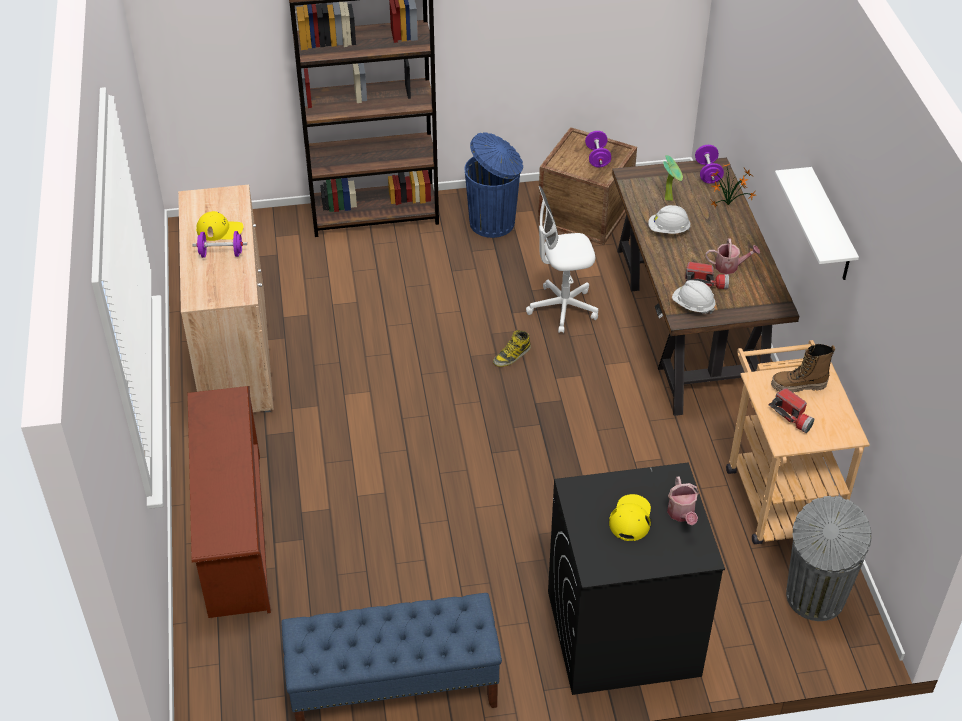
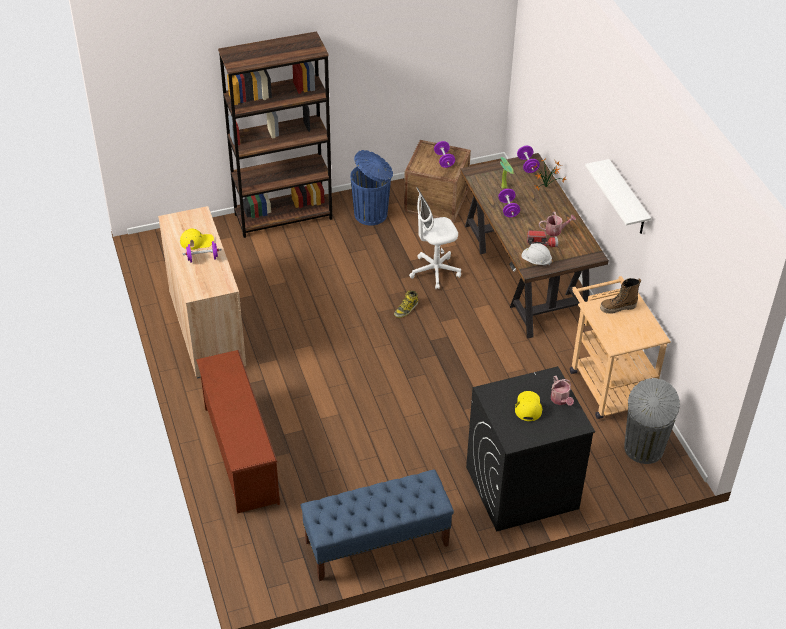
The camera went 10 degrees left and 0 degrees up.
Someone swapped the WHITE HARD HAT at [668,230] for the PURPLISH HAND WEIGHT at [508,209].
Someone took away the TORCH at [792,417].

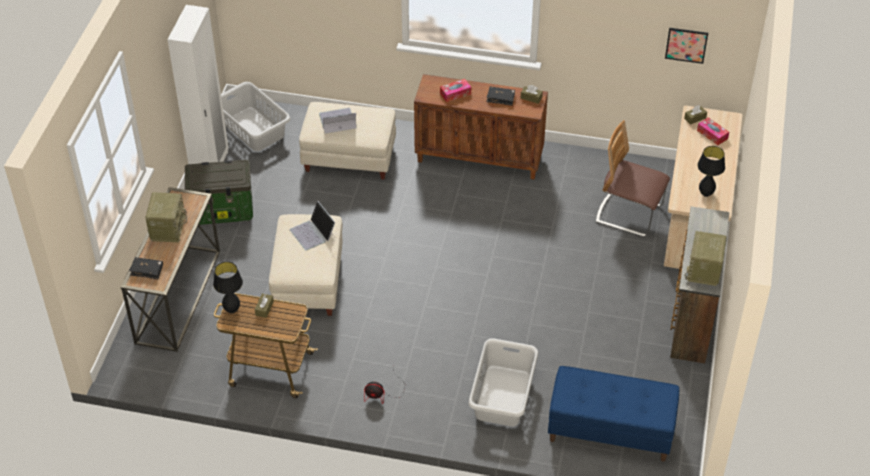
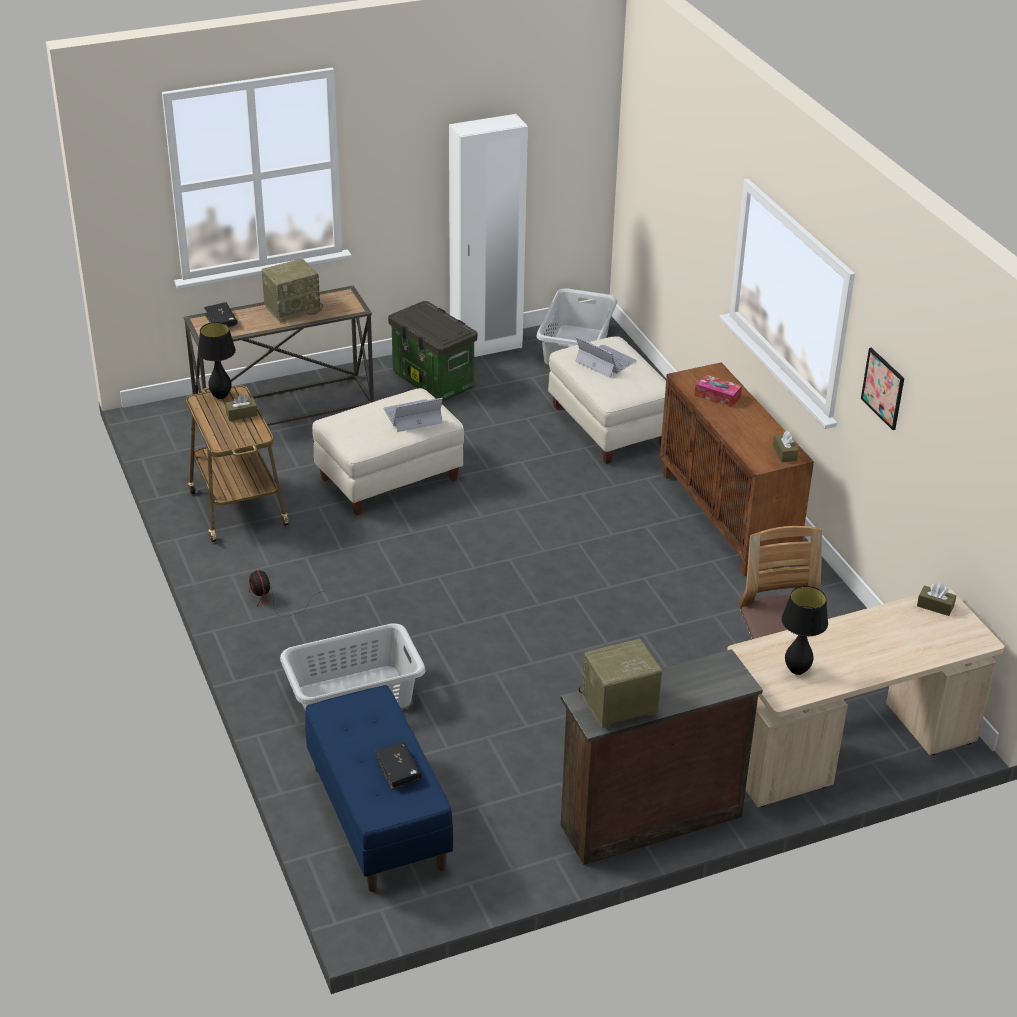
The camera went 55 degrees right and 10 degrees down.
Someone rotated the PORTABLE COMPUTER at [313,233] by 45 degrees clockwise.
Someone carried the BLACKISH BOUND BOOK from [500,98] to [398,770].
Someone carried the WALL PICTURE from [686,45] to [883,388].
Someone took away the TISSUE HOLDER at [712,134].

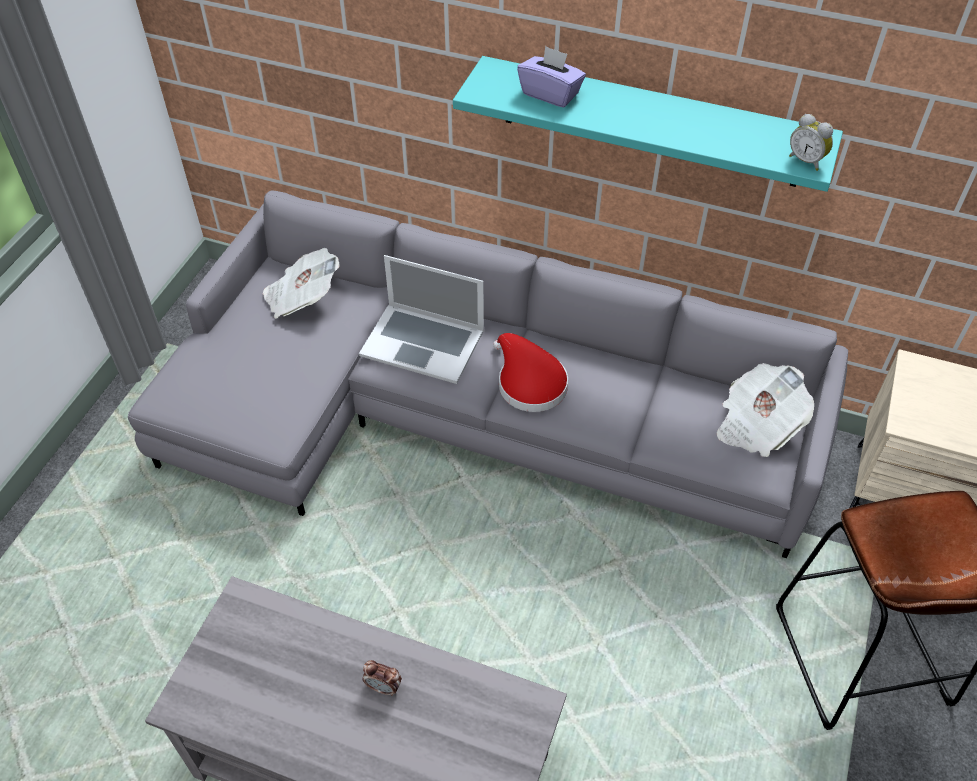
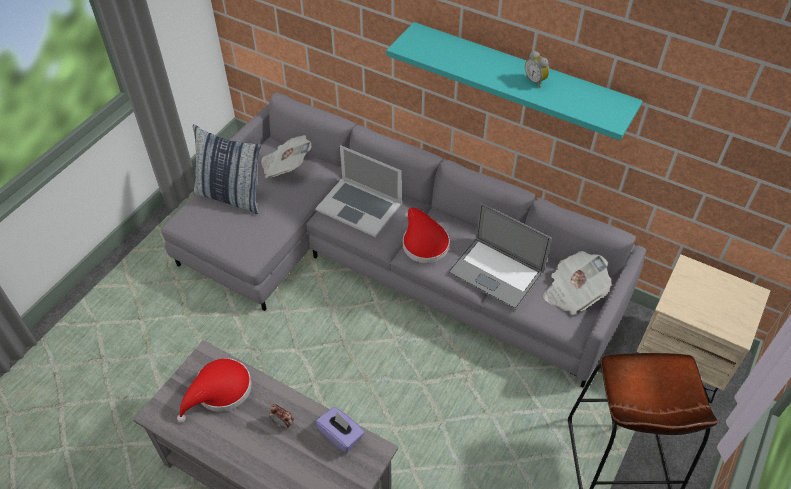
The camera went 10 degrees right and 0 degrees up.
Someone carried the PURPLISH TISSUE HOLDER from [550,94] to [341,435].
Someone carried the TABLE CLOCK from [806,160] to [536,81].
Someone put down the RED HAT at [219,391].
Someone put down the PILLOW at [231,196].
Someone put down the PORTABLE COMPUTER at [495,273].

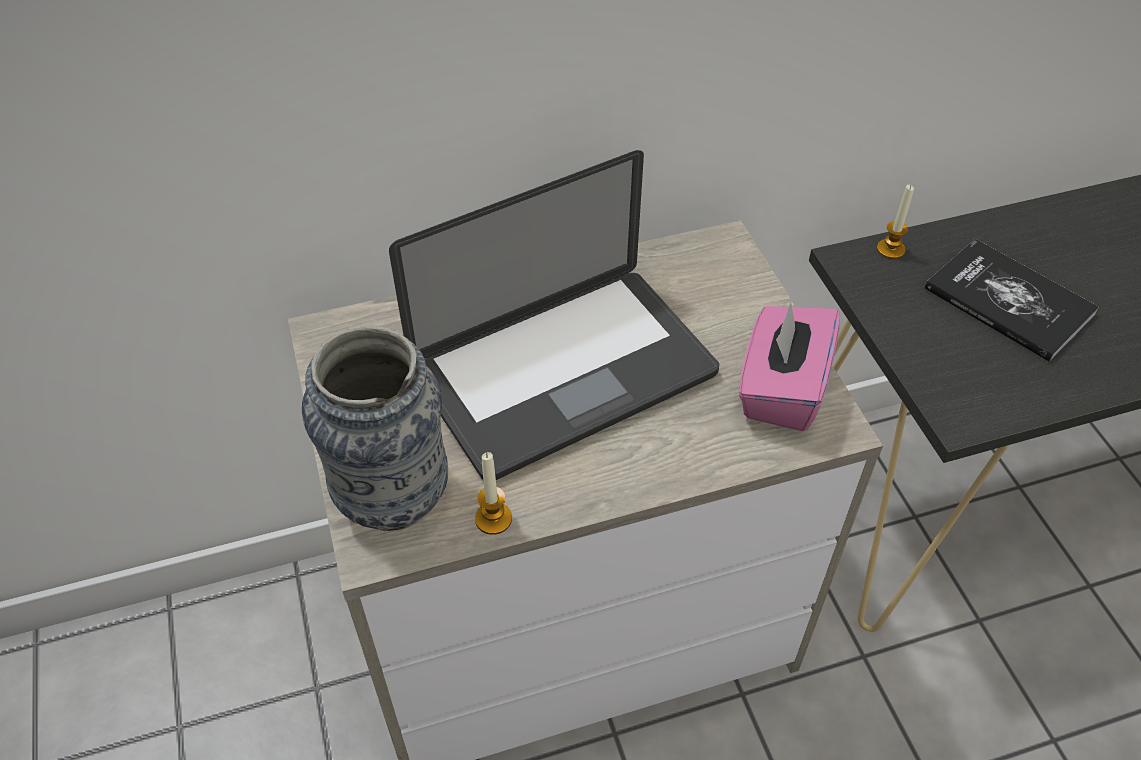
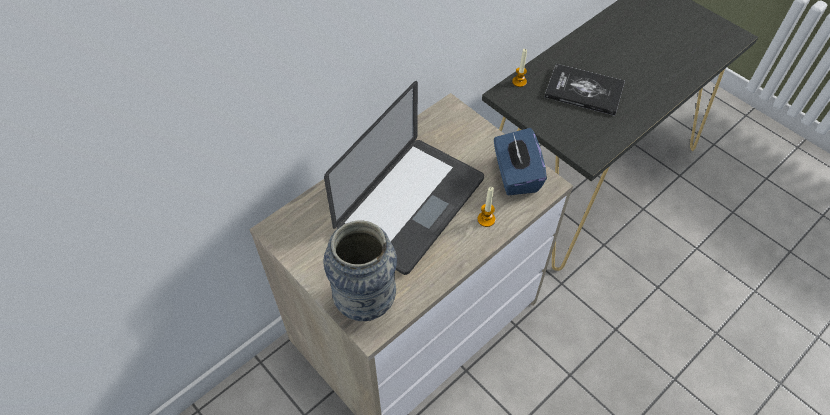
The camera went 25 degrees left and 5 degrees up.
Someone carried the WAX LIGHT from [493,519] to [486,219].
Someone repainted the PINK-COLOURED TISSUE HOLDER at [781,389], which became the BLUE TISSUE HOLDER at [515,175].

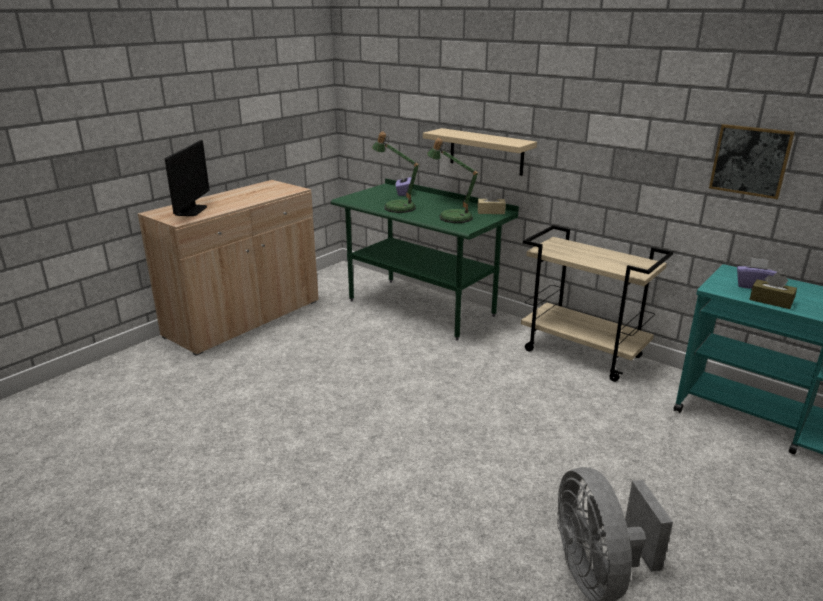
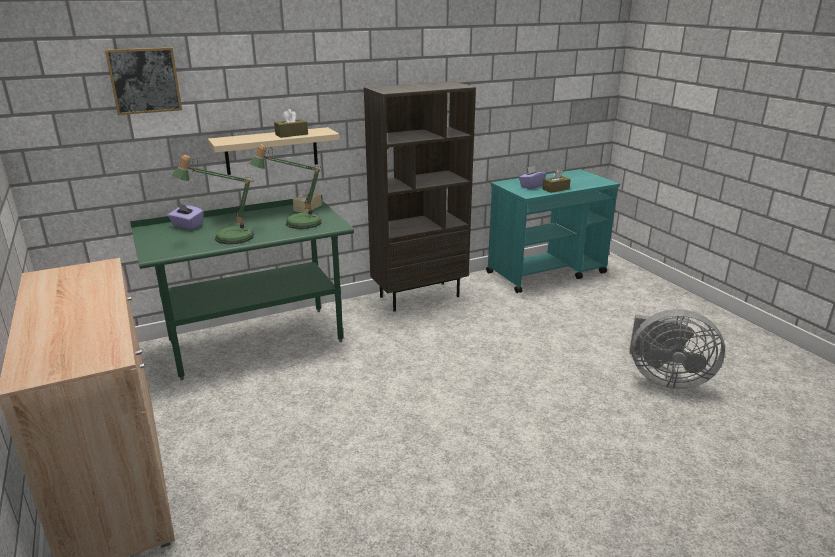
The camera went 65 degrees left and 0 degrees up.
Someone took away the COMPUTER DISPLAY at [191,210].
Someone swapped the SAND-COLOURED CART at [583,353] for the BROWN-COLOURED BOOKSHELF at [419,296].
Someone carried the WALL PICTURE from [750,160] to [144,80].
Someone put down the BROWN-COLOURED TISSUE HOLDER at [291,134].

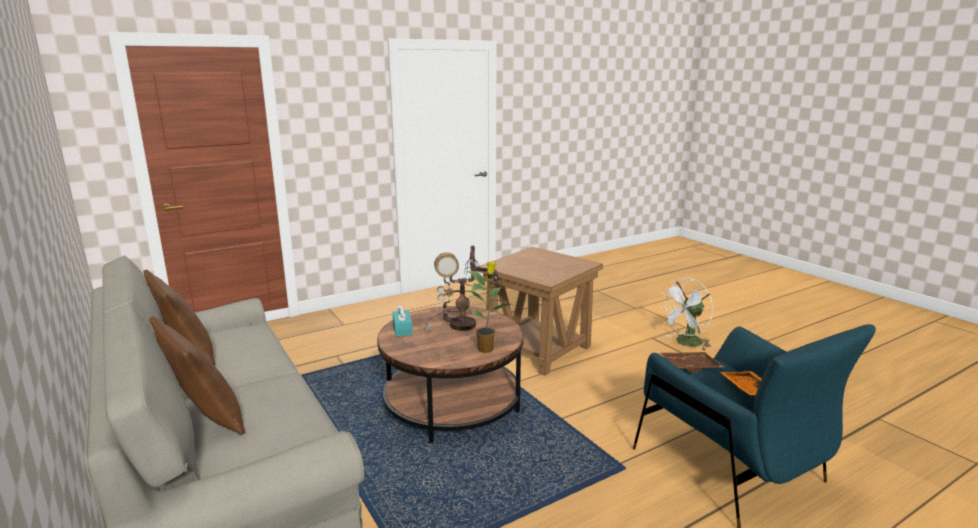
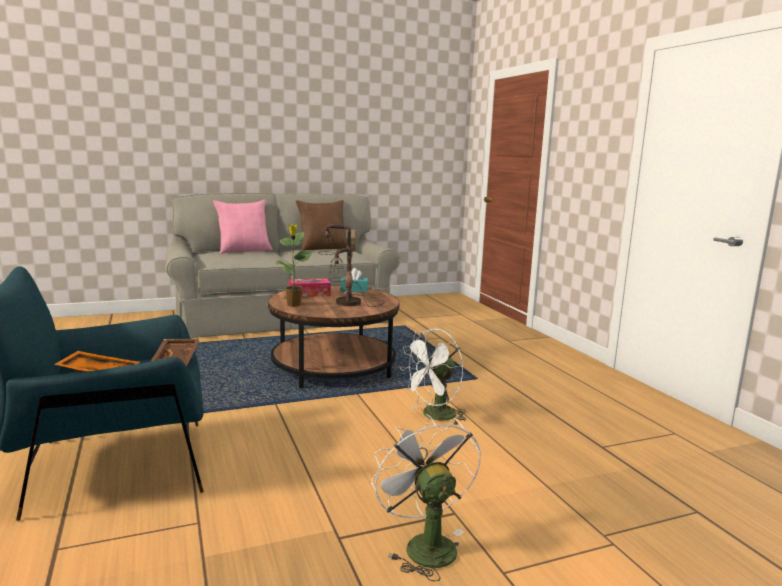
The camera went 100 degrees right and 5 degrees down.
Someone repainted the BROWN-COLOURED PILLOW at [205,418], which became the PINK-COLOURED PILLOW at [244,251].
Someone swapped the BROWN-COLOURED ACCENT TABLE at [538,348] for the WHITE ELECTRIC FAN at [434,416].
Someone put down the TISSUE HOLDER at [309,294].

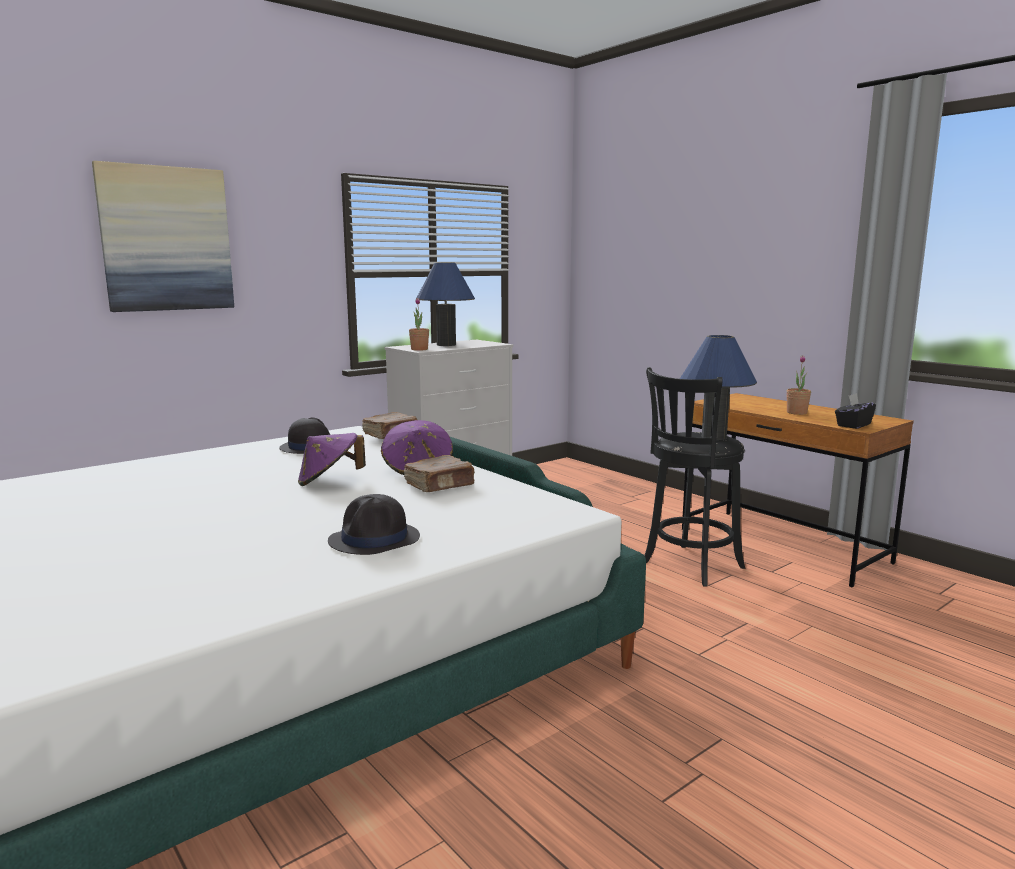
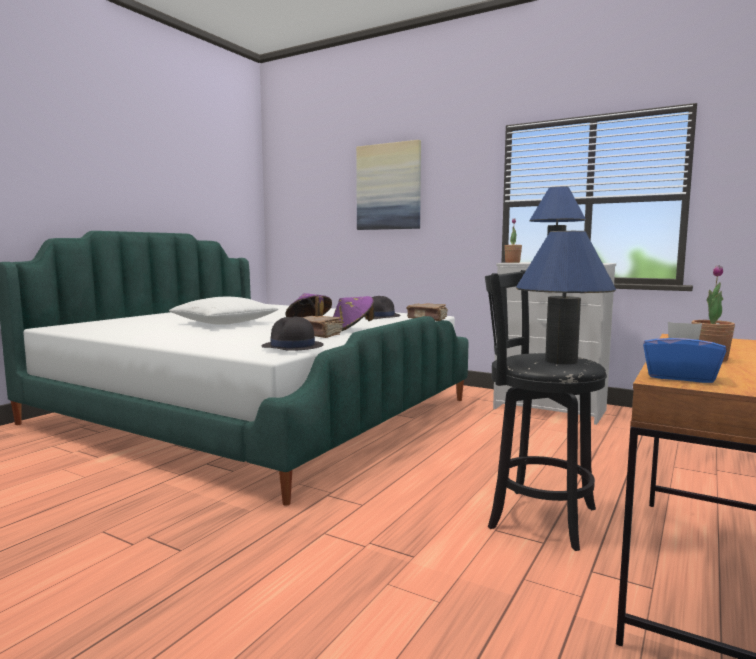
The camera went 70 degrees right and 5 degrees down.
Someone carried the BLACKISH HAT from [375,540] to [292,347].
Someone repainted the BLACKISH TISSUE HOLDER at [853,425], which became the BLUE TISSUE HOLDER at [680,377].
Someone put down the WHITE PILLOW at [224,323].

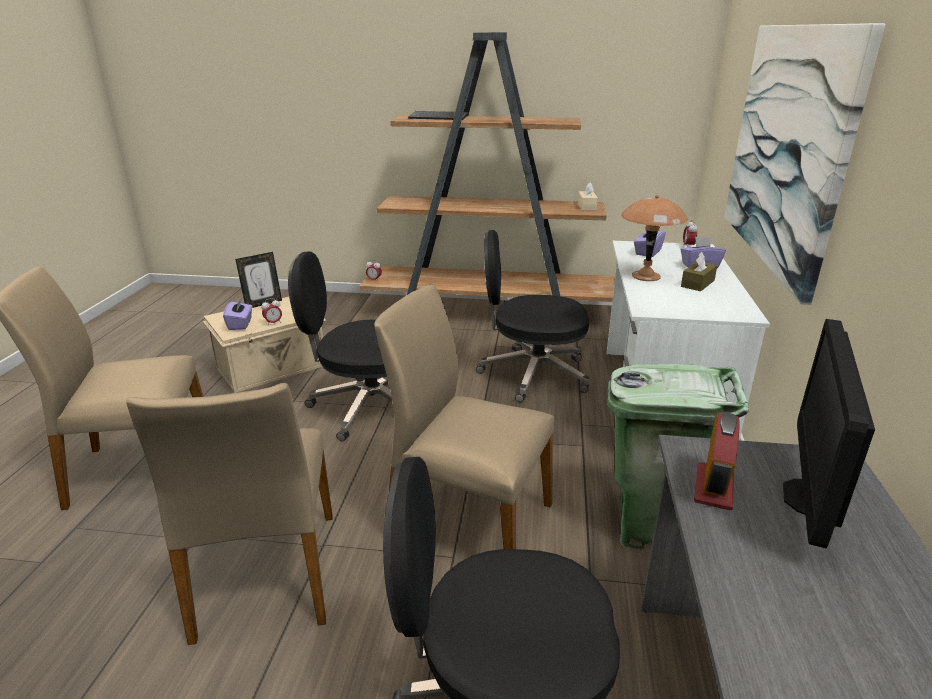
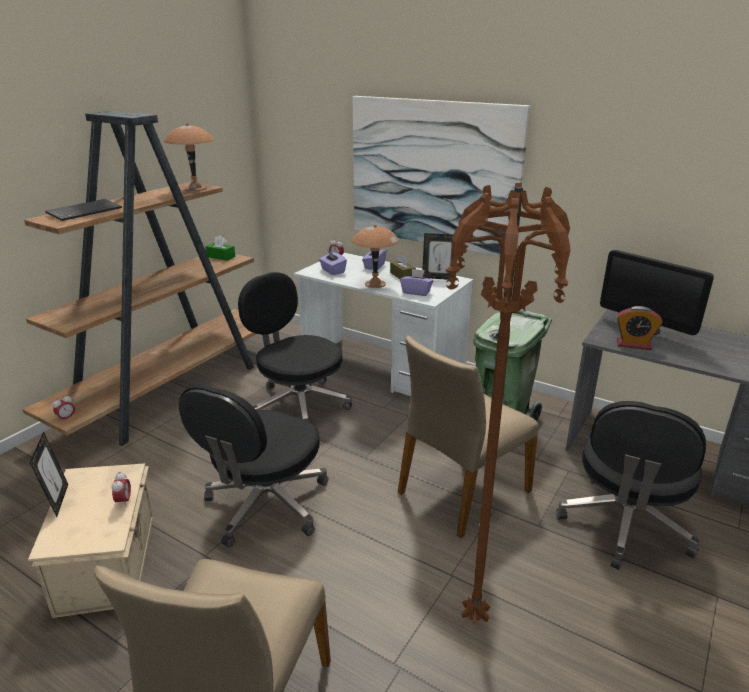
The camera went 65 degrees left and 0 degrees up.
Someone swapped the SAND-COLOURED CHAIR at [265,575] for the BROWN-COLOURED STANDARD LAMP at [472,618].
Someone carried the PURPLISH TISSUE HOLDER from [240,324] to [416,292].
Someone rotated the BLACKISH COMPUTER CHAIR at [532,374] by 105 degrees clockwise.
Someone repainted the SAND-COLOURED TISSUE HOLDER at [586,206], which became the GREEN TISSUE HOLDER at [221,257].
Someone rotated the TABLE CLOCK at [713,487] by 150 degrees clockwise.
Someone put down the BROWN-COLOURED TABLE LAMP at [195,189].
Someone put down the PHOTO FRAME at [438,278].

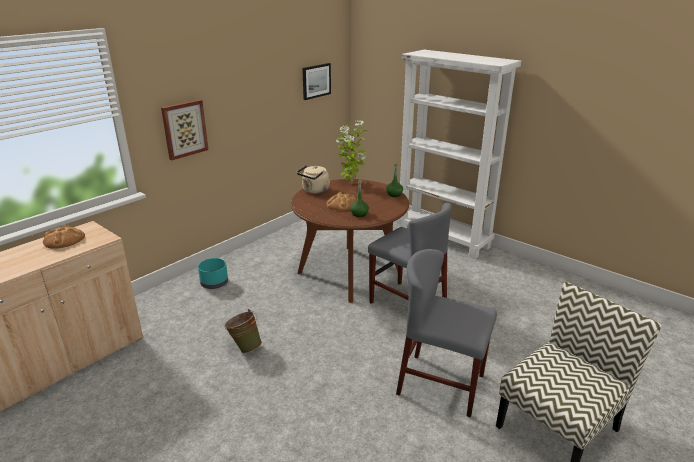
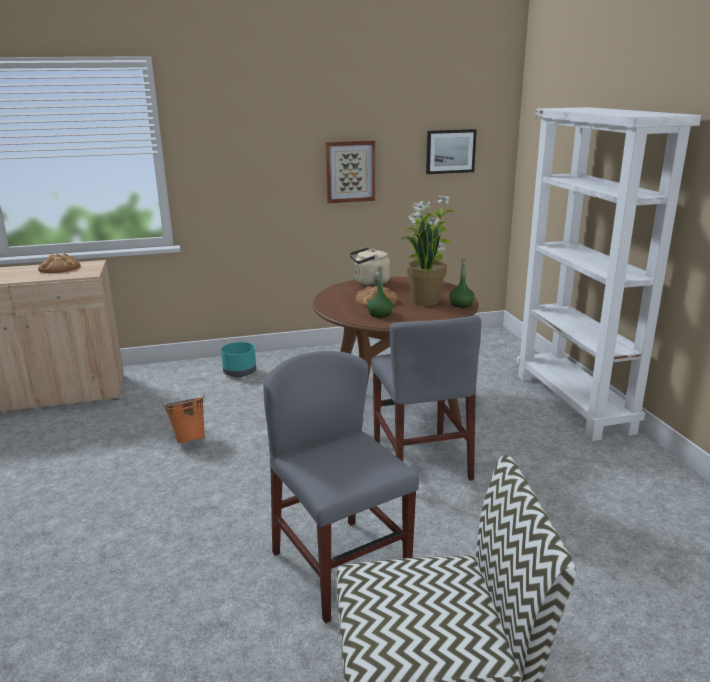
The camera went 35 degrees right and 5 degrees down.
Someone carried the WALL PICTURE from [184,129] to [350,171].
Someone repainted the GREEN WATER BUCKET at [245,347], which became the ORANGE WATER BUCKET at [189,439].
Someone put down the PLANT IN A POT at [425,301].

